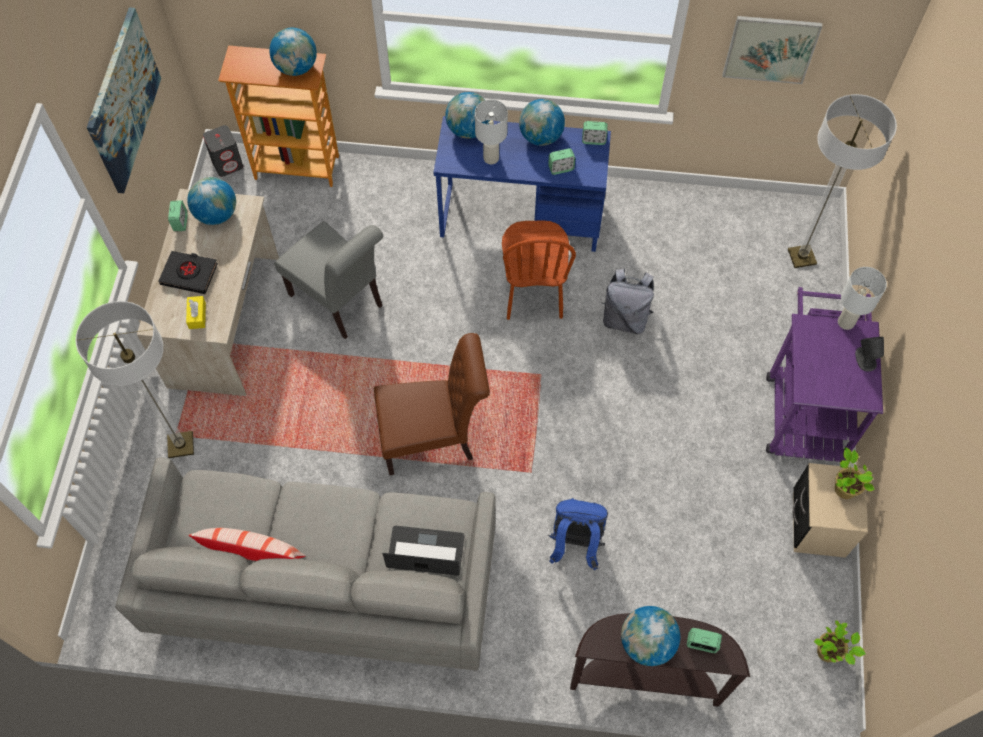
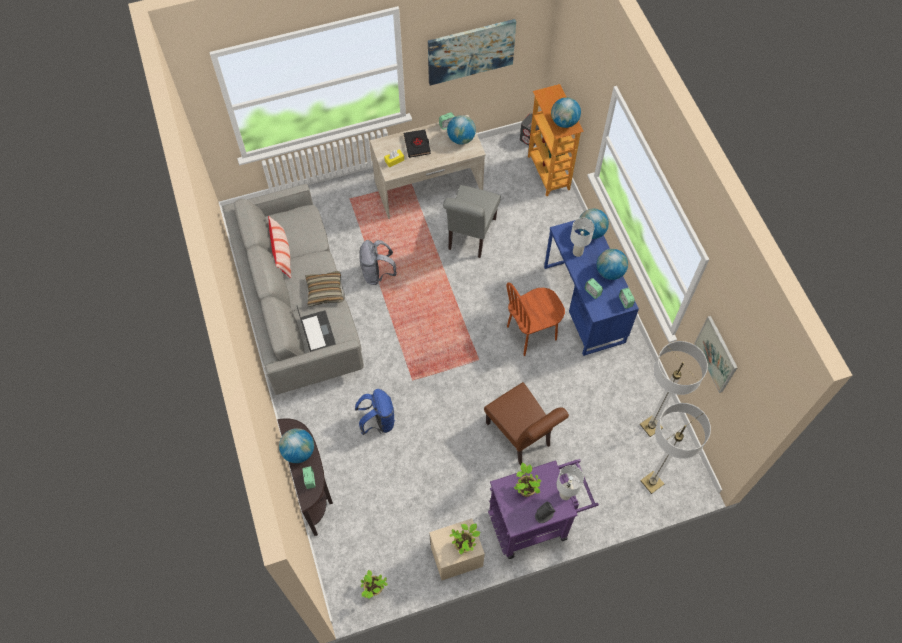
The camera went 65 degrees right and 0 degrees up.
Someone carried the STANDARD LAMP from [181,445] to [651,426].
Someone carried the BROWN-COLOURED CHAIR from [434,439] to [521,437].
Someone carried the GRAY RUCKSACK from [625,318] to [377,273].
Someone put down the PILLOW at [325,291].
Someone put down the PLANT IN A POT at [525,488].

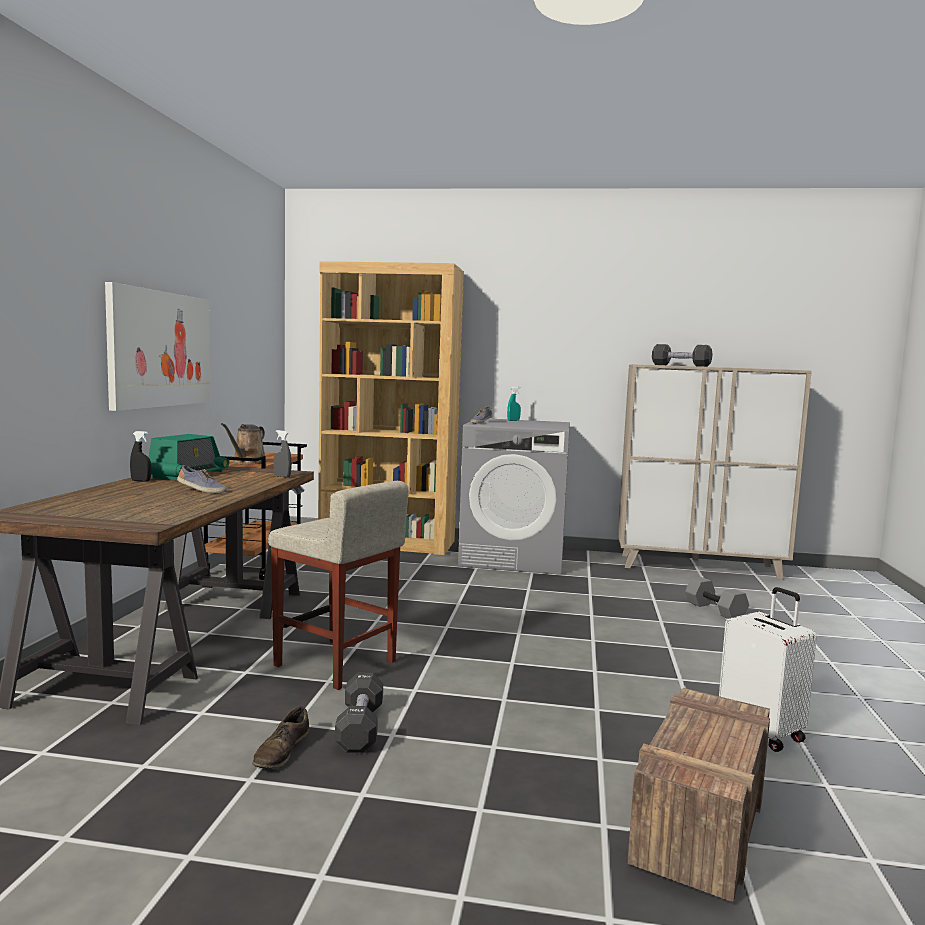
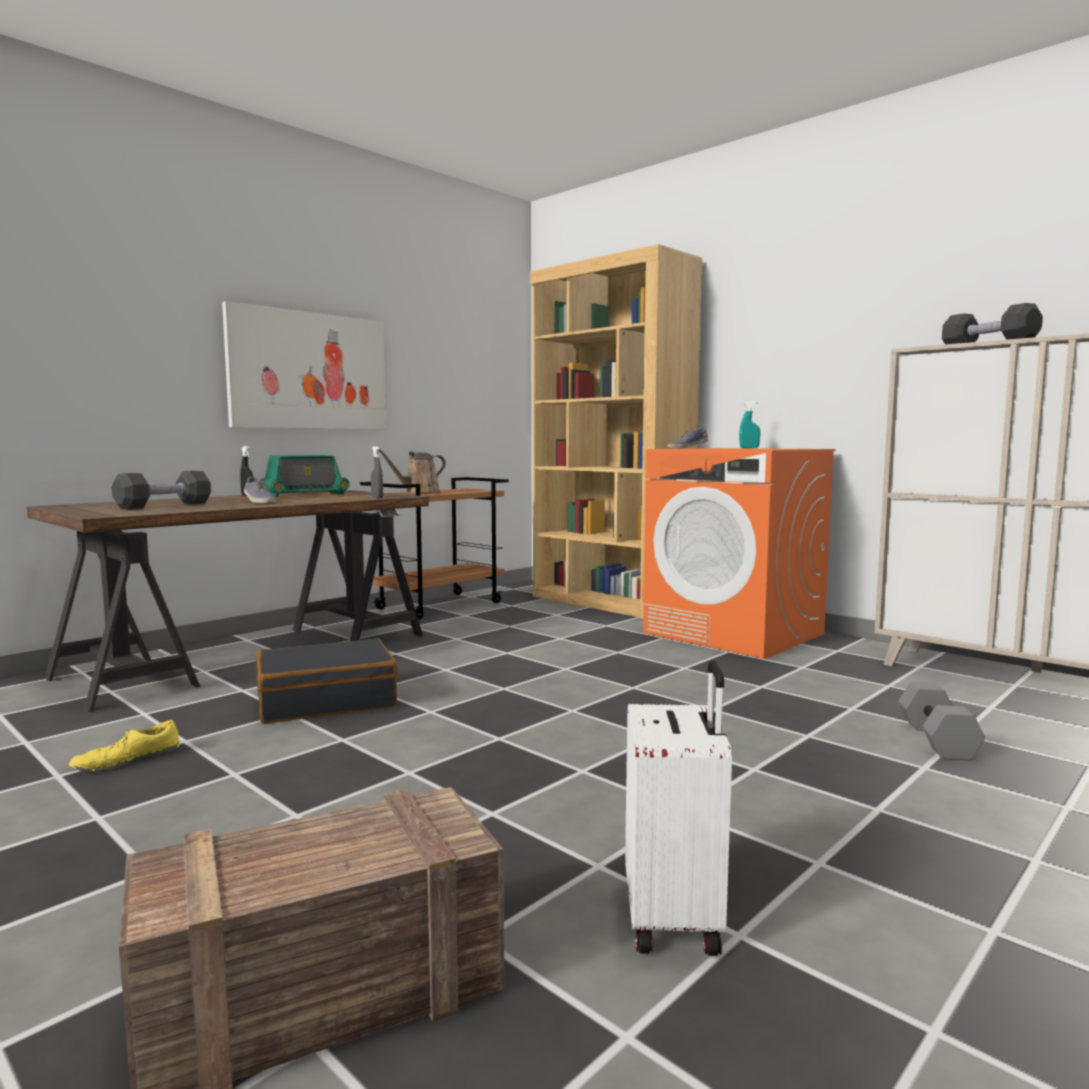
The camera went 35 degrees right and 0 degrees up.
Someone repainted the BROWN-COLOURED SHOE at [281,751], which became the YELLOW-COLOURED SHOE at [126,760].
Someone swapped the SAND-COLOURED STOOL at [336,664] for the BLACKISH PIECE OF LUGGAGE at [326,700].
Someone carried the BLACKISH HAND WEIGHT from [360,728] to [164,505].
Someone repainted the GRAY LAUNDRY MACHINE at [514,558], which became the ORANGE LAUNDRY MACHINE at [734,633].

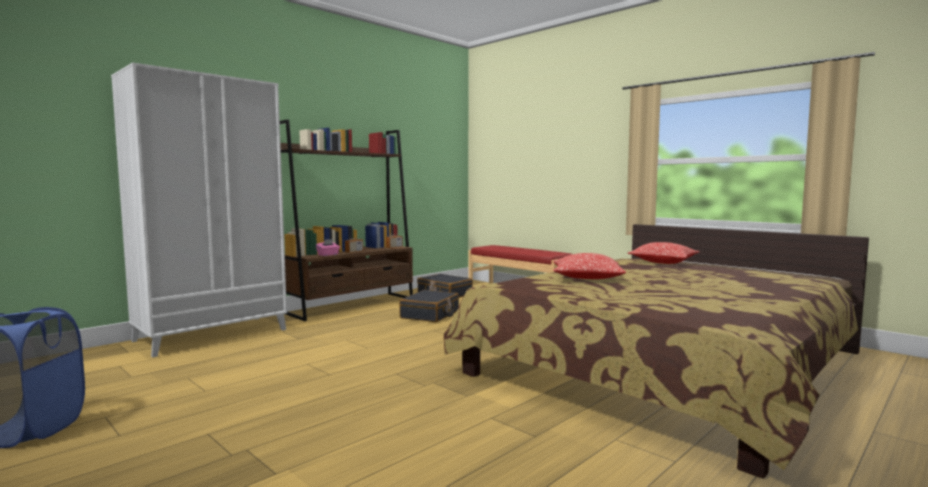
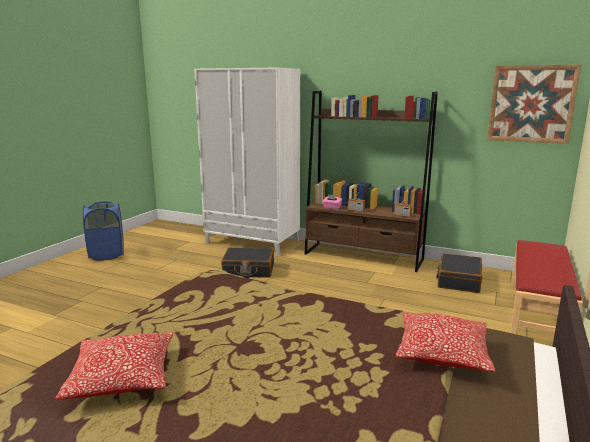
The camera went 70 degrees right and 10 degrees up.
Someone carried the BLACKISH PIECE OF LUGGAGE from [430,315] to [248,270].
Someone carried the PILLOW from [587,278] to [122,378].
Someone put up the WALL PICTURE at [531,104].

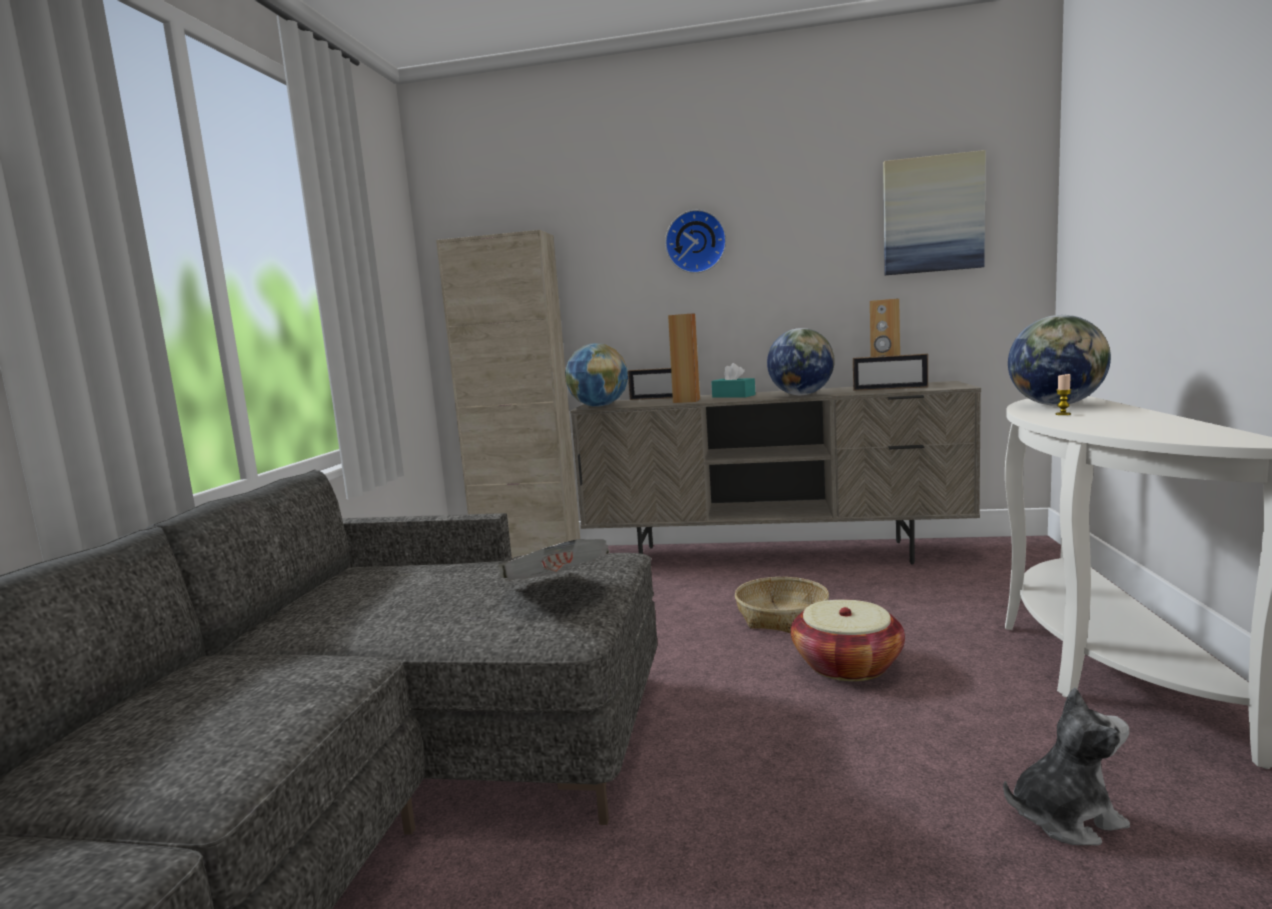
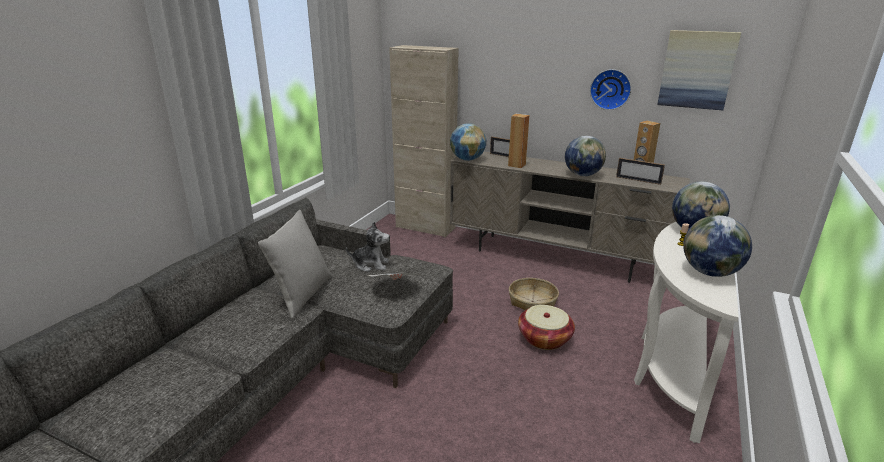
The camera went 15 degrees right and 15 degrees up.
Someone carried the CLOCK ON THE WALL from [696,242] to [610,89].
Someone took away the TURQUOISE TISSUE HOLDER at [733,396].
Someone carried the CUDDLY TOY from [1064,817] to [370,265].
Someone put down the GRAY PILLOW at [302,295].
Someone put down the DESK GLOBE at [710,273].

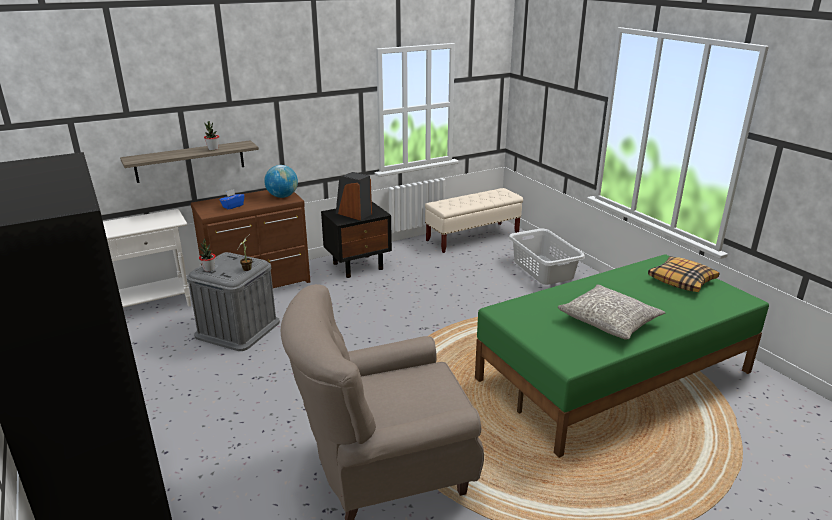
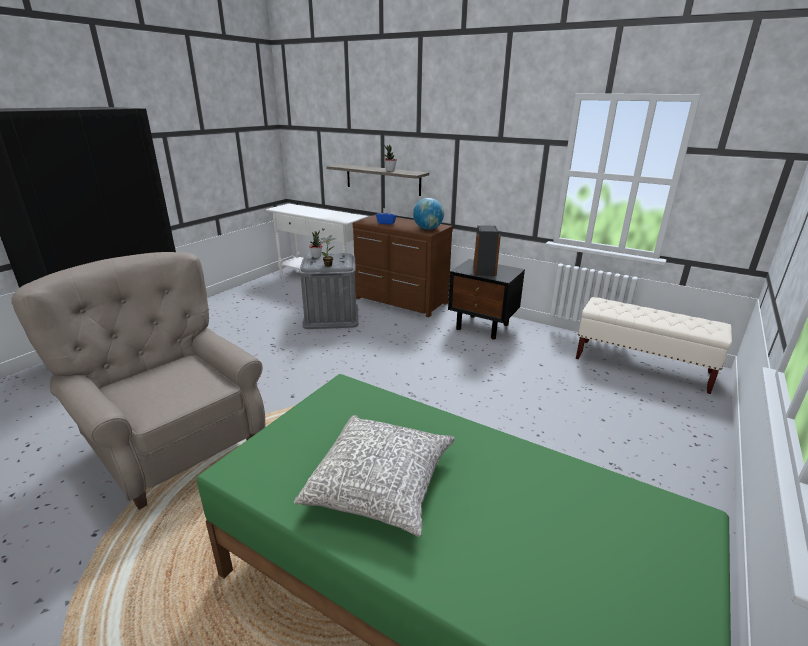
The camera went 60 degrees right and 0 degrees up.
Someone took away the GRAY HAMPER at [543,269].
Someone took away the PILLOW at [682,280].

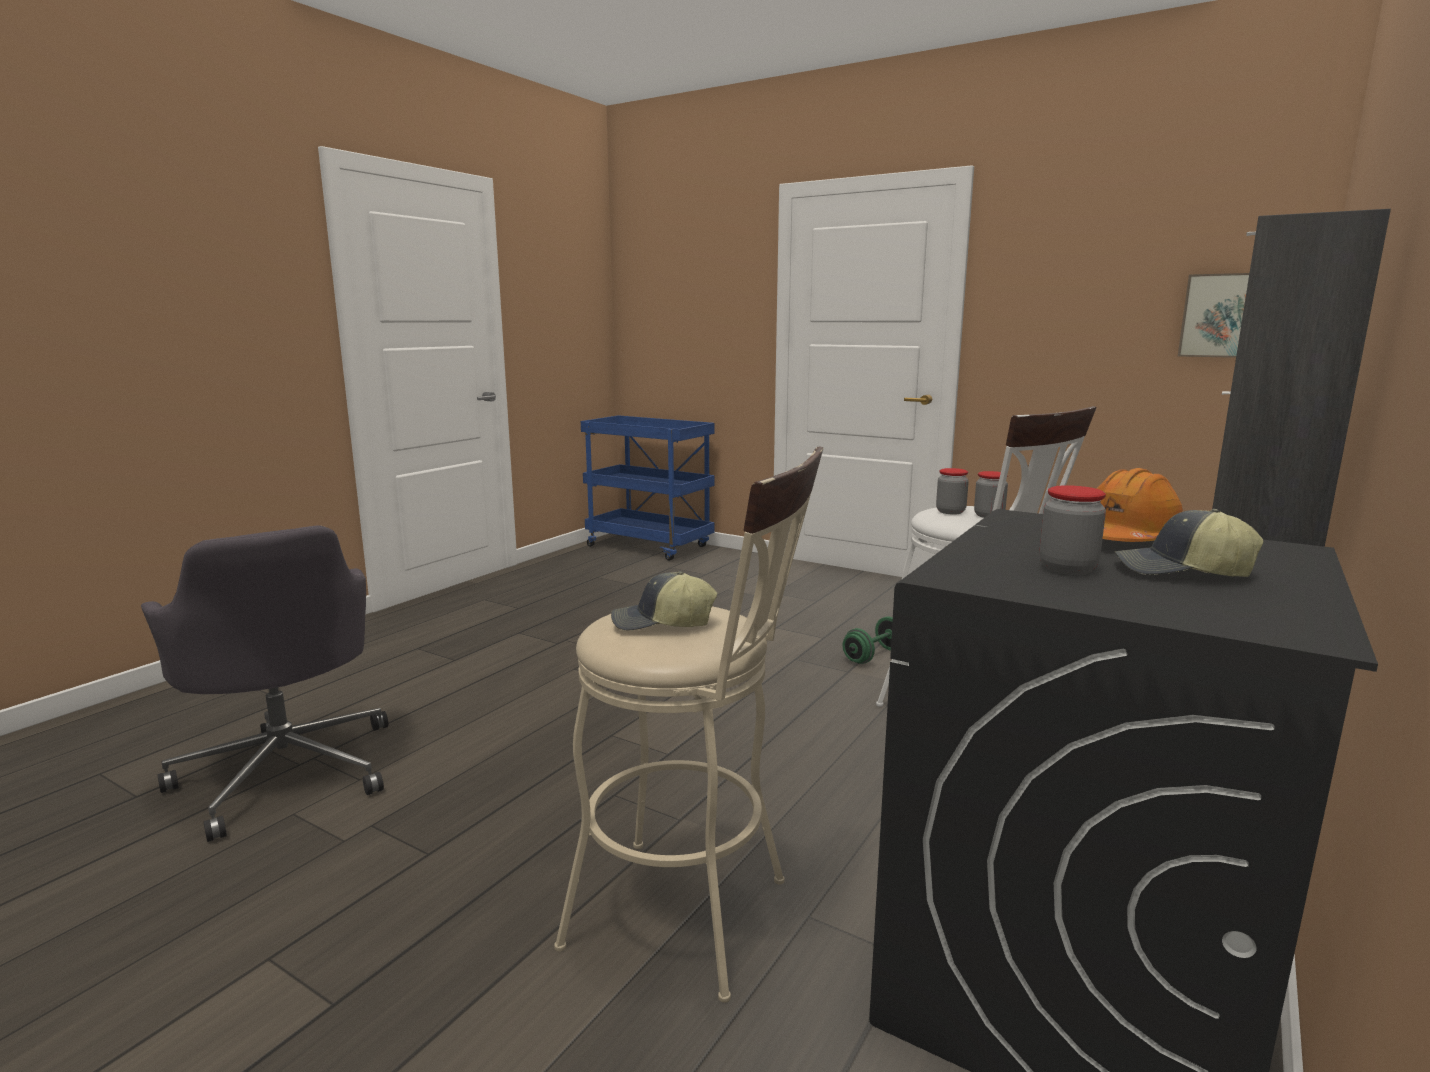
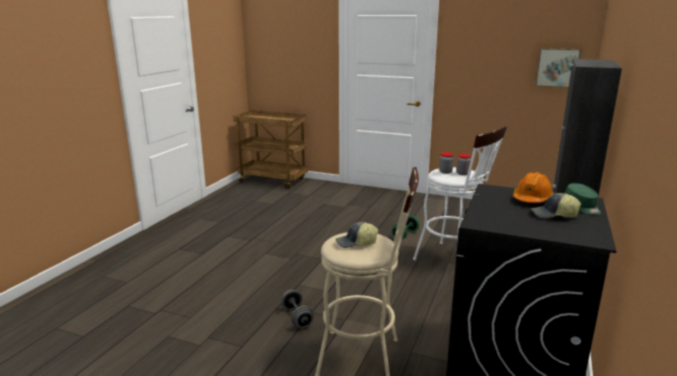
The camera went 10 degrees left and 5 degrees up.
Someone took away the GRAY COMPUTER CHAIR at [287,771].
Someone repainted the BLUE CART at [651,546], which became the BROWN-COLOURED CART at [274,180].
Someone took away the STORAGE JAR at [1067,568].
Someone put down the GRAY HAND WEIGHT at [297,317].
Someone put down the GREEN PEAKED CAP at [582,207].

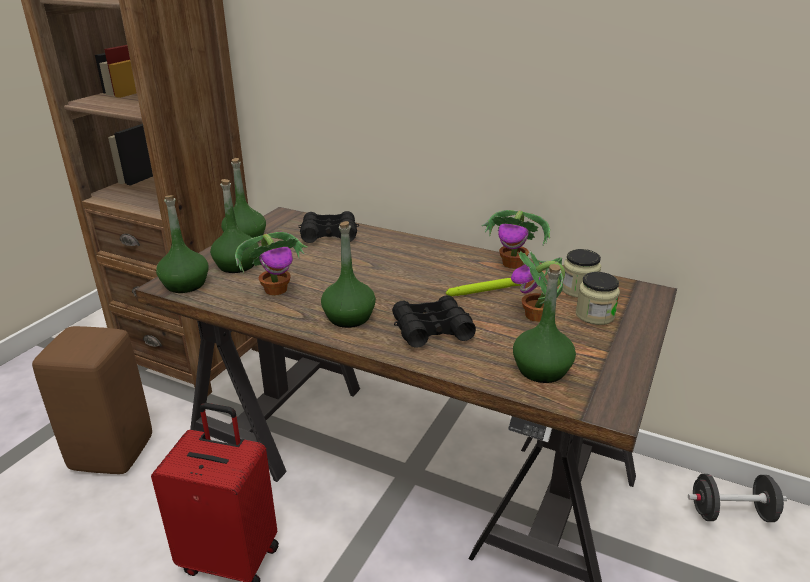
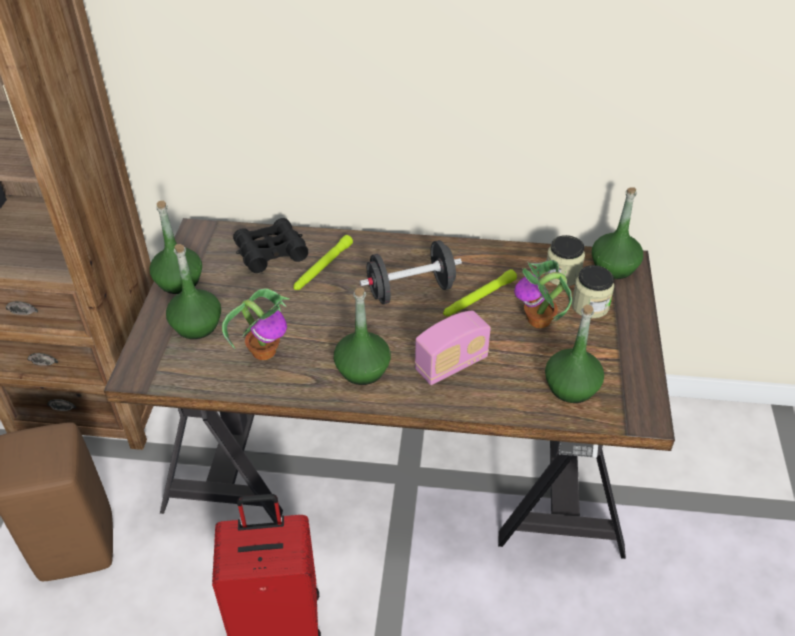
The camera went 20 degrees left and 15 degrees up.
Someone carried the GREEN DRINK BOTTLE from [185,284] to [613,267].
Someone swapped the BLACKISH FIELD GLASSES at [432,330] for the RADIO SET at [451,364].
Someone took away the PLANT IN A POT at [513,264].
Someone carried the BLACKISH HAND WEIGHT from [731,513] to [410,290].
Someone put down the GREEN TORCH at [322,267].

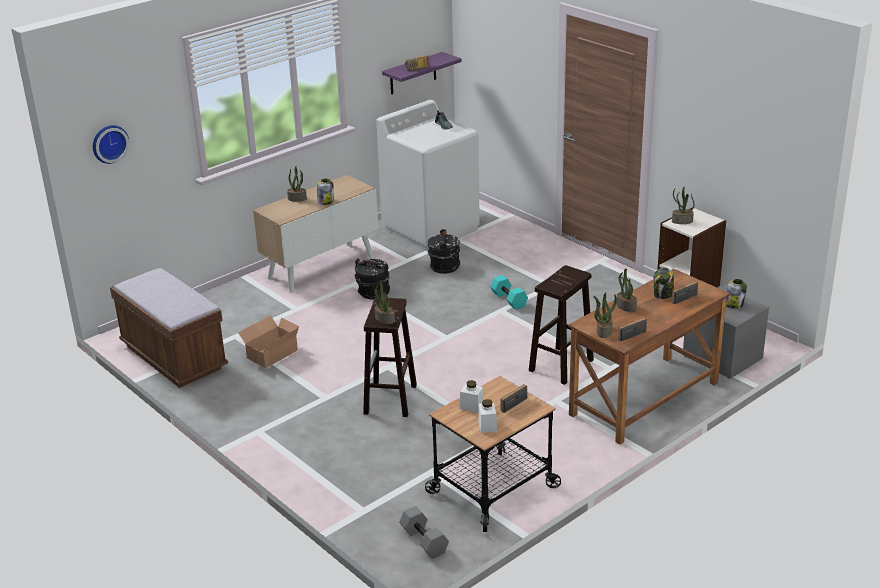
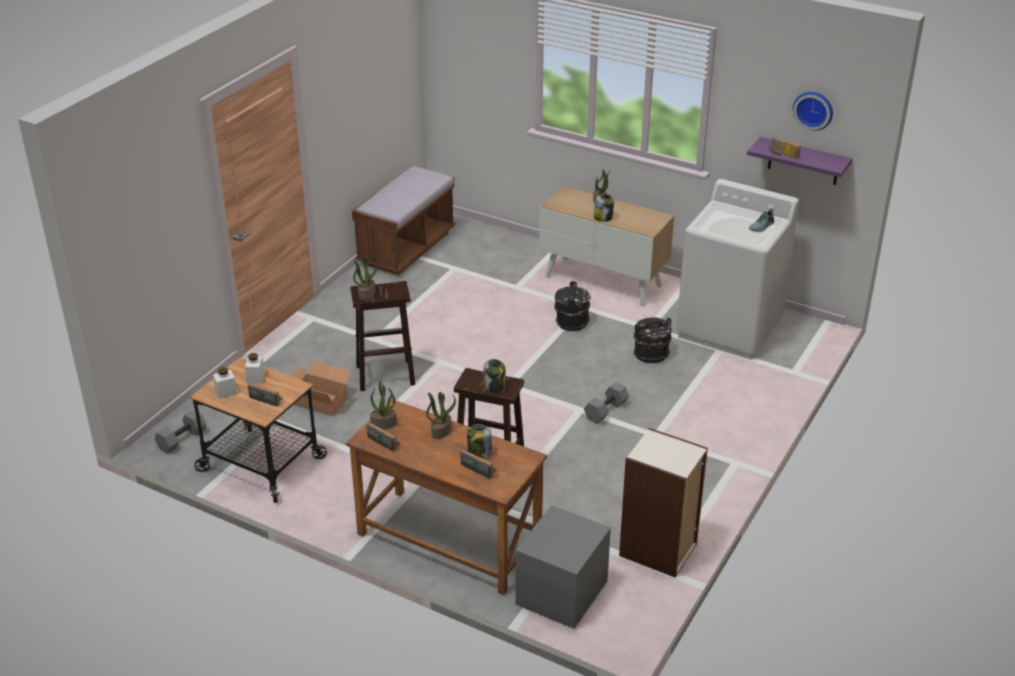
The camera went 70 degrees right and 5 degrees up.
Someone carried the CLOCK ON THE WALL from [109,143] to [814,109].
Someone carried the CARDBOARD BOX from [270,354] to [320,400].
Someone repainted the TURQUOISE HAND WEIGHT at [509,300], which became the GRAY HAND WEIGHT at [606,411].
Someone took away the PLANT IN A POT at [682,221].
Someone carried the STORAGE JAR from [734,304] to [495,386].

